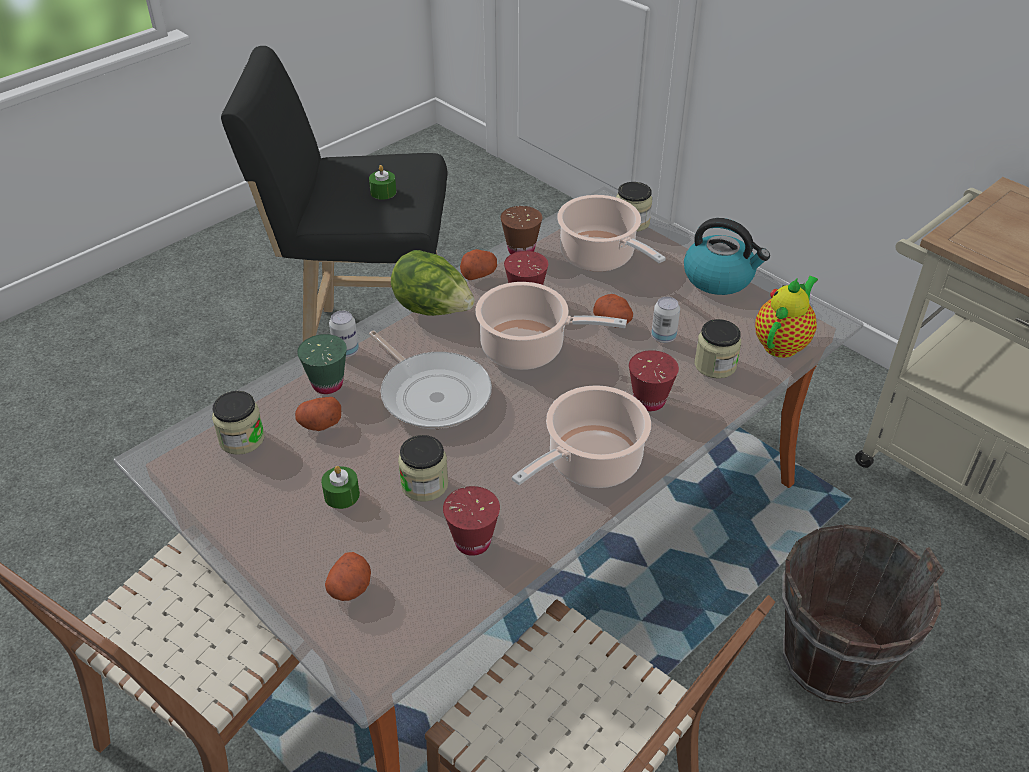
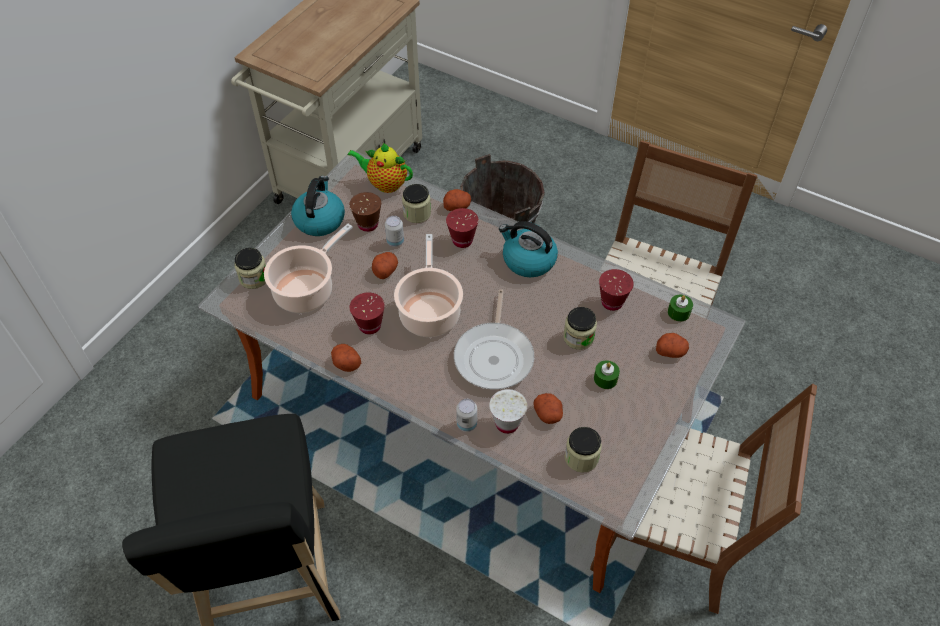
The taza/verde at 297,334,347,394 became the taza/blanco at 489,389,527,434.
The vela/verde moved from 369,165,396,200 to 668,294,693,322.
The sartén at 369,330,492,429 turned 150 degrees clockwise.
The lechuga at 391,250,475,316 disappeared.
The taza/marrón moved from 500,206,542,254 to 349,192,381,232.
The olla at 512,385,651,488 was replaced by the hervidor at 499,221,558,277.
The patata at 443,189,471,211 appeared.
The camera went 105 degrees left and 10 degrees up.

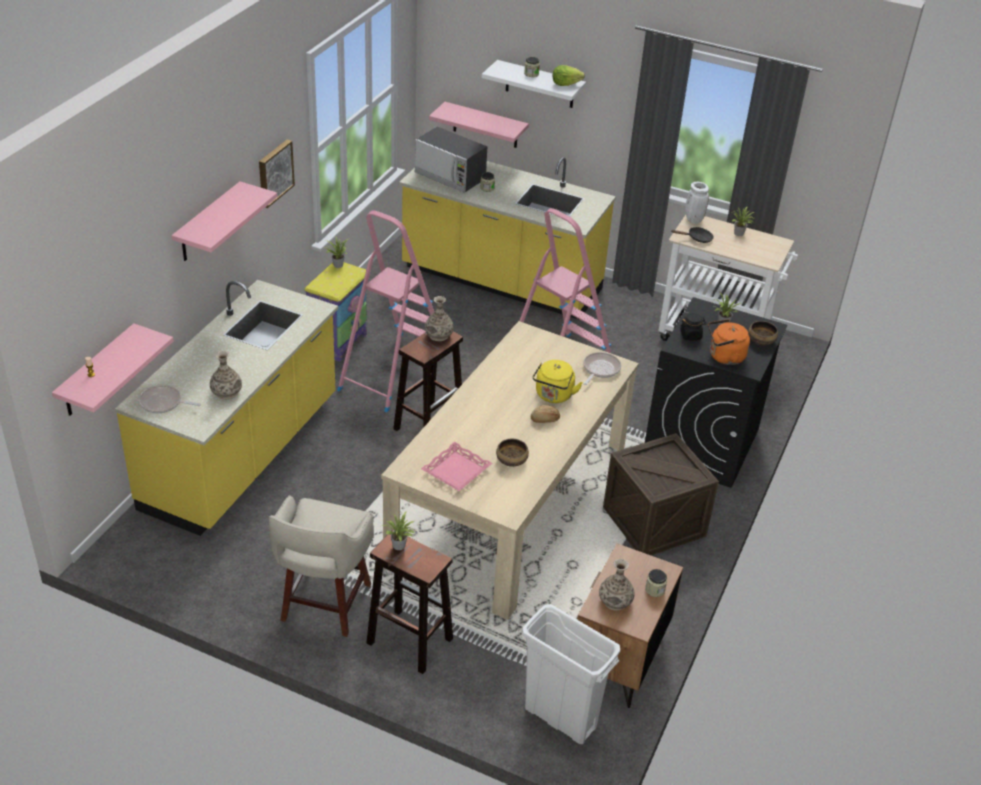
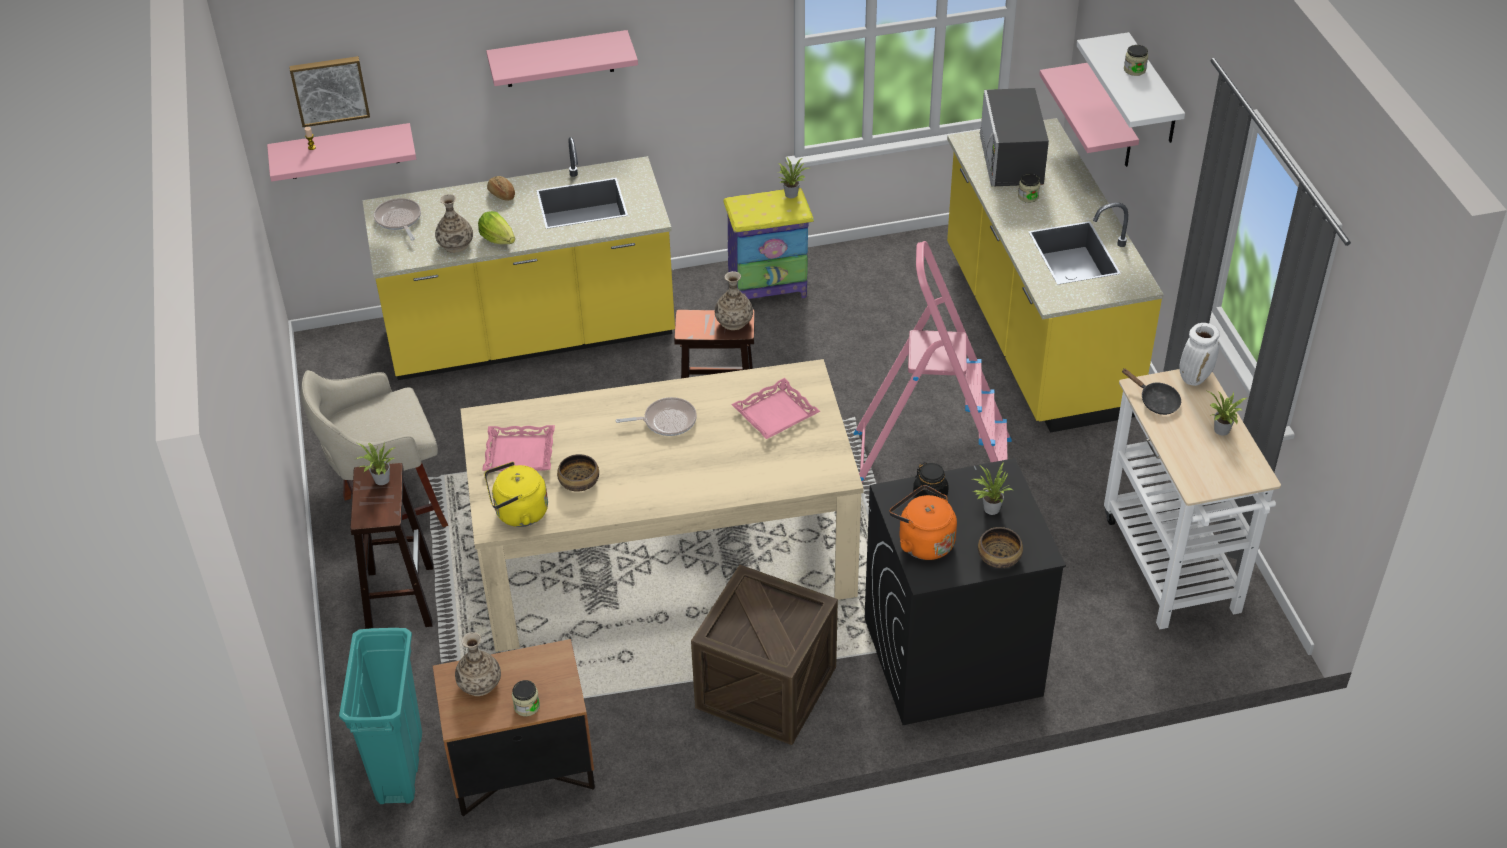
The cuadro moved from 259,139,295,208 to 289,56,370,127.
The escalera de tijera/rosa at 337,211,447,412 disappeared.
The papelera/blanco at 522,604,620,744 became the papelera/turquesa at 339,628,422,804.
The pan moved from 531,405,560,423 to 487,176,515,201.
The hervidor/amarillo moved from 533,360,583,403 to 484,462,548,527.
The lechuga moved from 553,65,585,86 to 478,211,515,244.
The sartén moved from 583,352,621,385 to 616,397,697,436.
The bandeja/rosa at 731,378,820,439 appeared.
The camera went 55 degrees right and 5 degrees up.

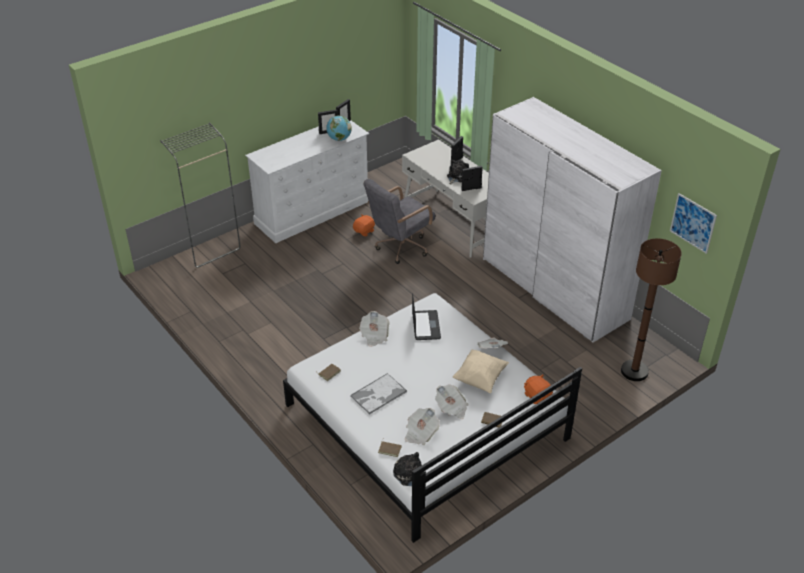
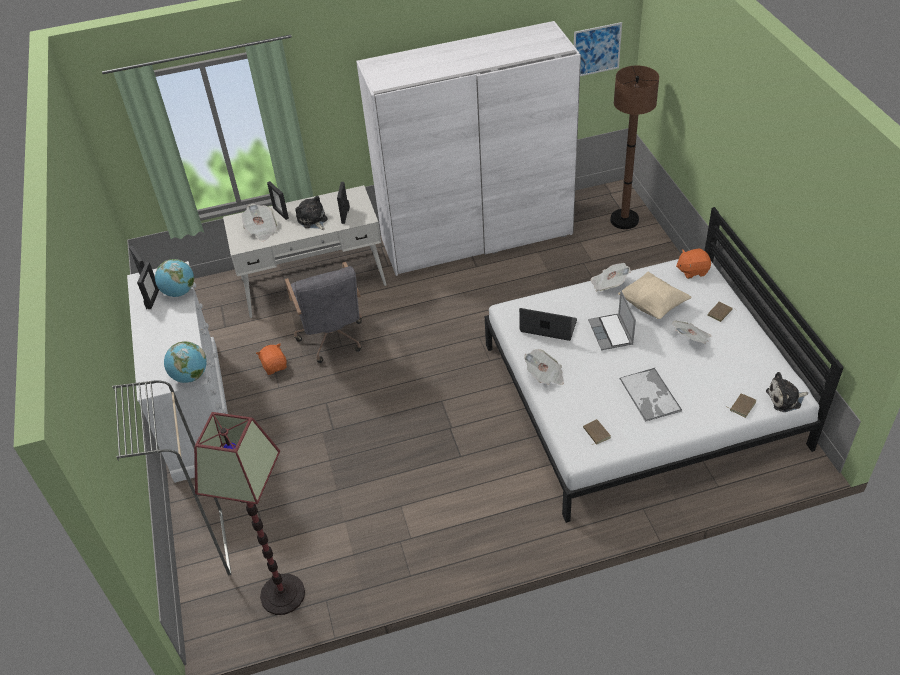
The periódico moved from 405,408,440,445 to 241,204,278,241.
The globo terráqueo at 164,341,207,383 appeared.
The lámpara de pie at 194,412,305,615 appeared.
The portátil at 588,290,636,350 appeared.
The camera went 65 degrees left and 5 degrees up.

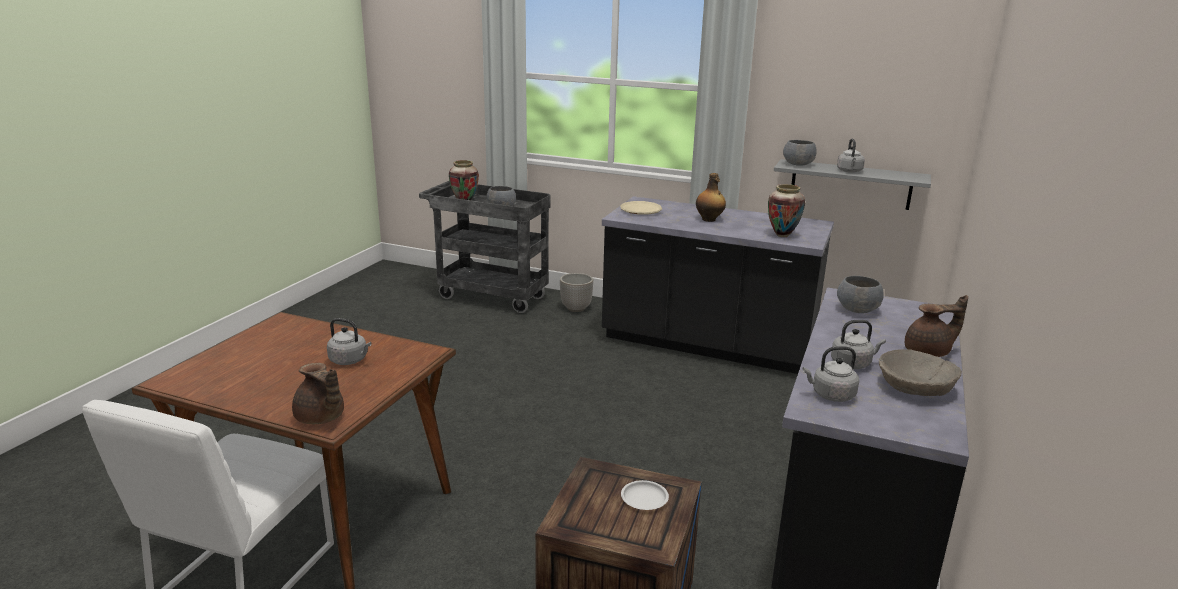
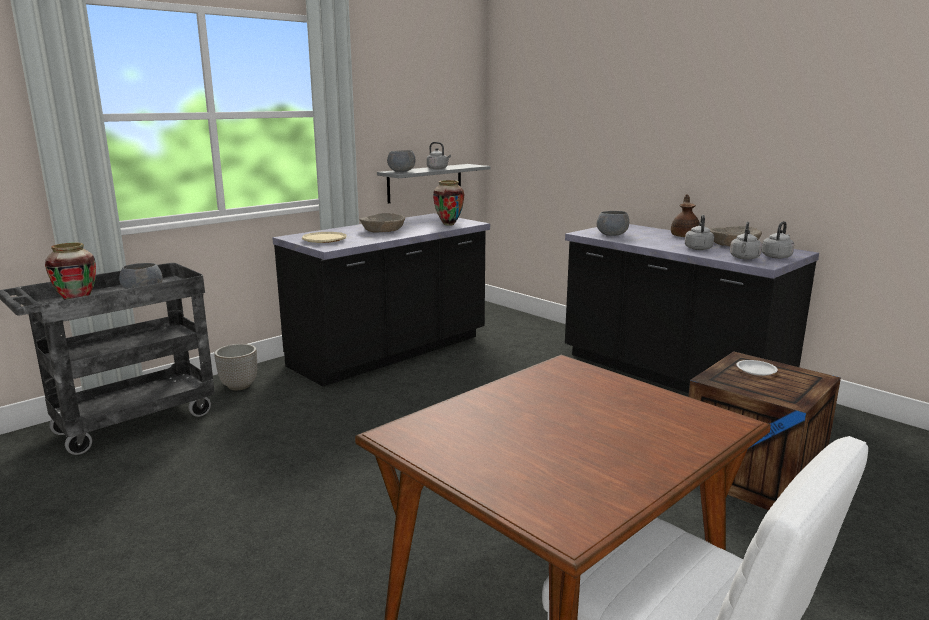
The tetera/marrón at 292,363,344,424 disappeared.
The hervidor/gris moved from 327,318,372,365 to 762,221,794,259.
The botella at 696,173,726,222 was replaced by the cuenco/beis at 359,213,405,233.
The camera went 65 degrees left and 5 degrees down.

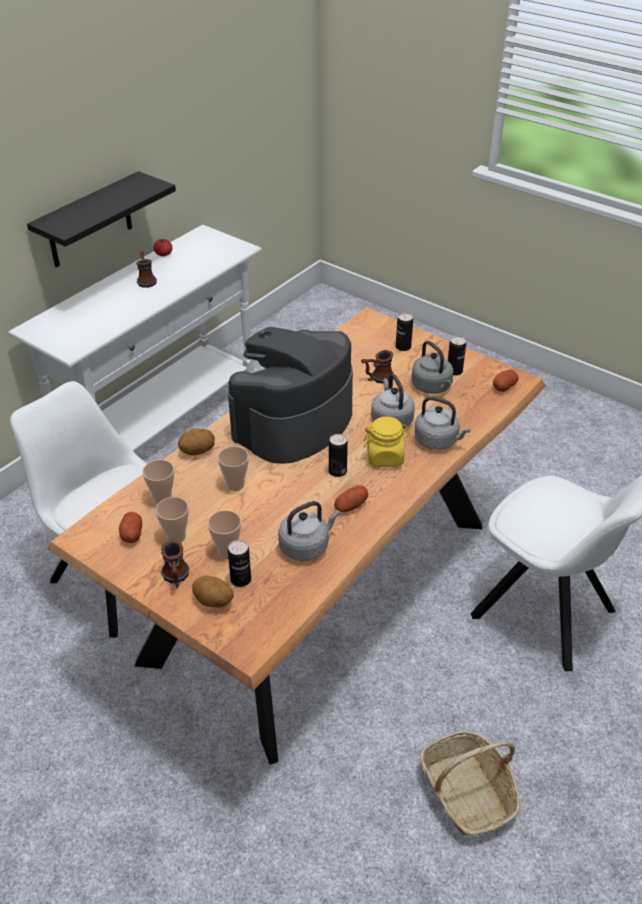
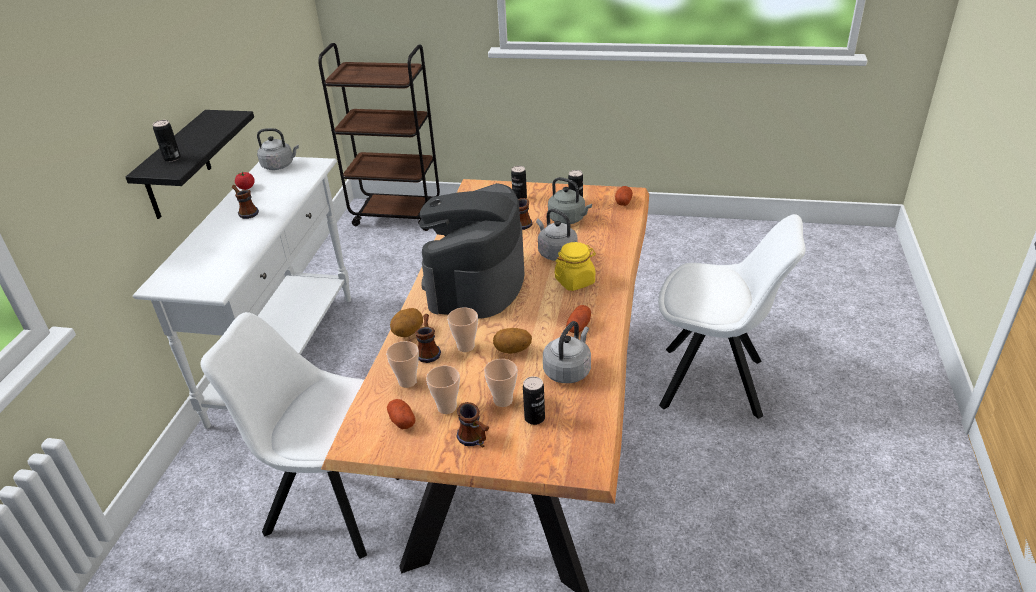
The patata moved from 192,575,234,608 to 493,328,532,354.
The lata moved from 329,434,348,477 to 152,120,181,162.
The hervidor/gris moved from 414,397,471,450 to 257,128,299,170.
The cesta at 420,730,521,836 disappeared.
The carrito/marrón at 318,43,440,231 appeared.
The taza grande at 415,314,441,363 appeared.
The camera went 25 degrees left and 5 degrees down.

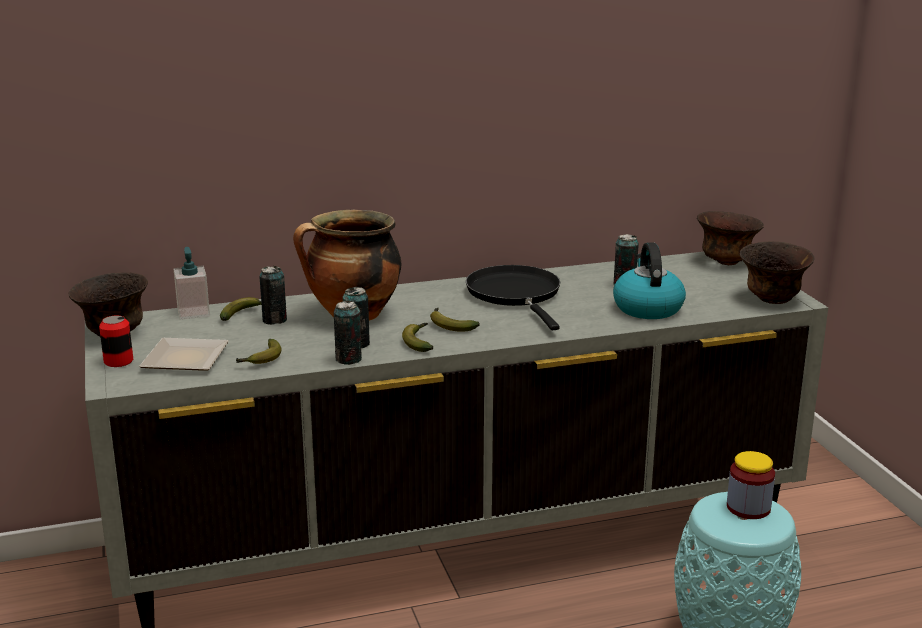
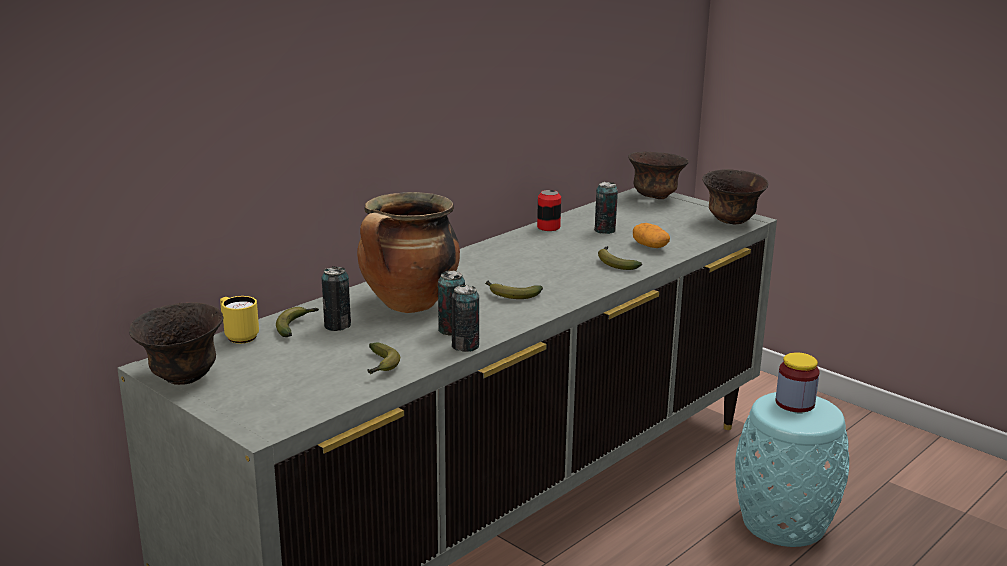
The lata moved from 99,315,133,367 to 537,190,561,231.
The plato at 139,338,229,371 disappeared.
The dispensador de jabón at 174,247,210,320 was replaced by the taza grande/amarillo at 220,296,259,344.
The plátano moved from 402,323,433,352 to 598,246,642,270.
The sartén/negro at 466,265,560,330 disappeared.
The hervidor at 613,242,686,319 was replaced by the patata at 633,223,670,248.
The camera went 30 degrees left and 0 degrees up.

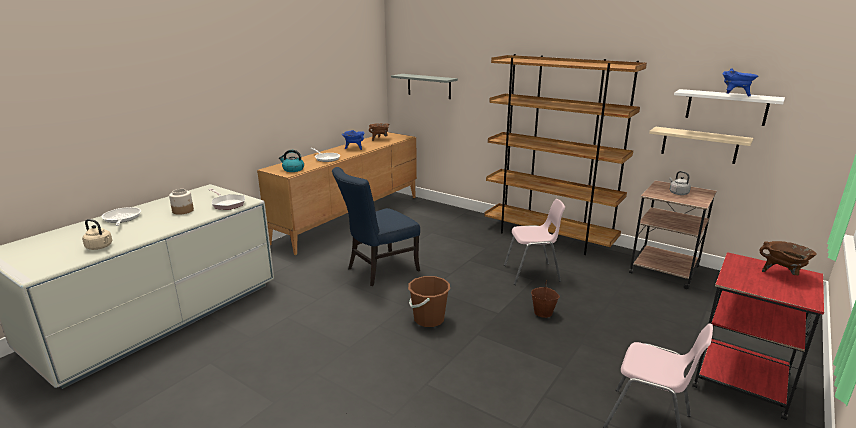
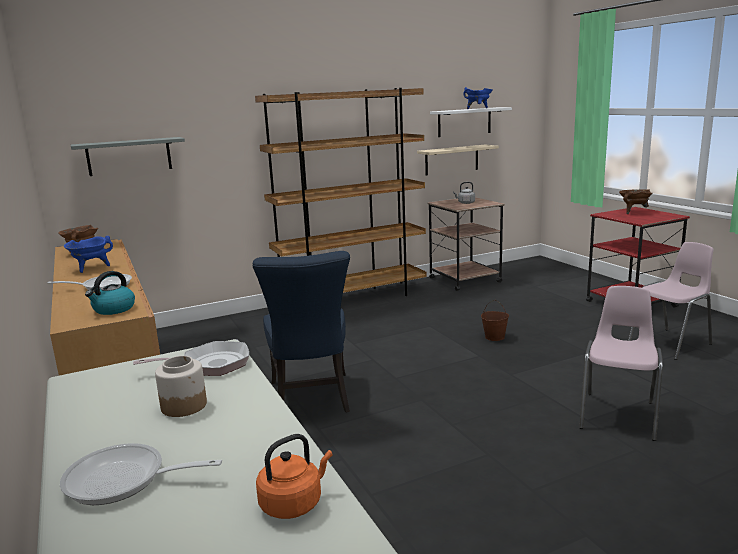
The hervidor/beis at 82,219,112,250 became the hervidor/naranja at 256,434,333,519.
The cubo/marrón at 408,276,450,327 disappeared.
The silla/rosa moved from 504,199,565,285 to 579,286,663,441.
The camera went 60 degrees left and 5 degrees down.

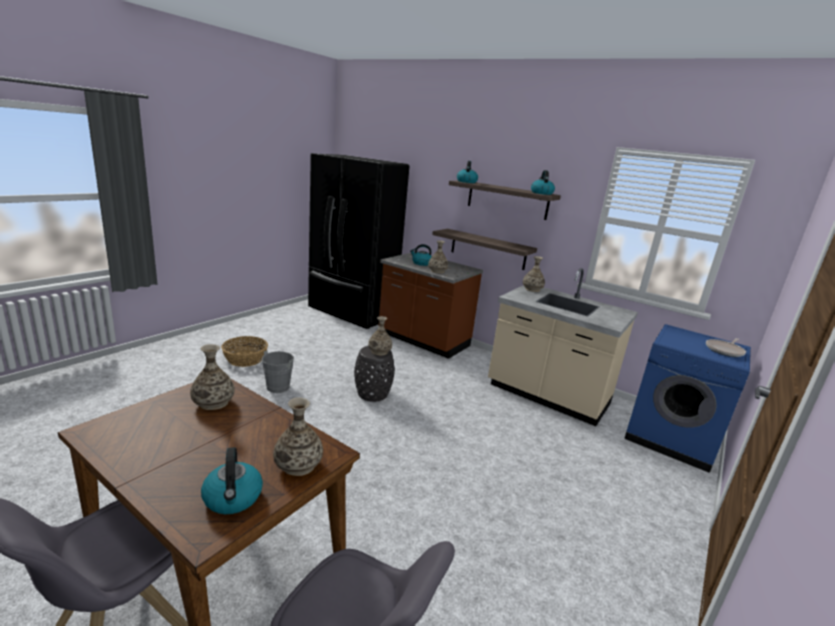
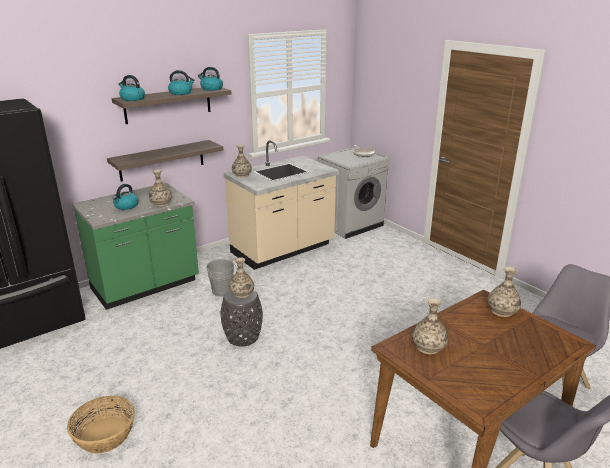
The hervidor moved from 201,447,263,514 to 168,70,195,95.
The cubo/gris moved from 256,350,294,393 to 206,258,237,297.
The mueble bajo de cocina/marrón at 379,253,483,359 became the mueble bajo de cocina/verde at 72,183,199,310.
The lavadora/azul at 625,324,751,472 became the lavadora/blanco at 318,147,390,239.
The camera went 70 degrees left and 5 degrees up.

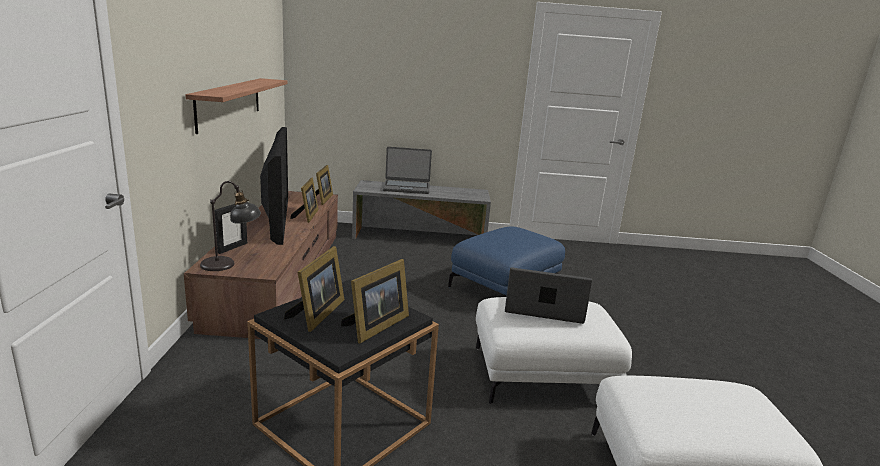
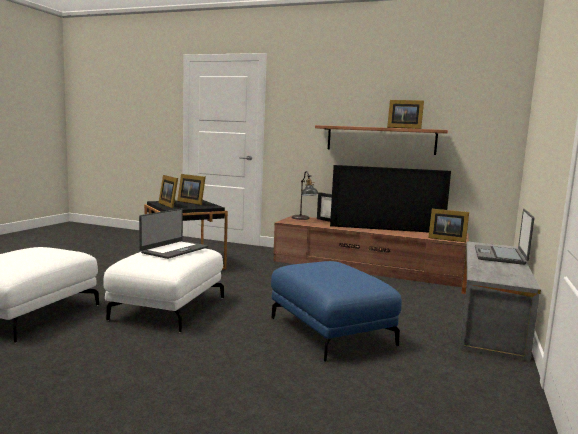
The portarretratos moved from 290,178,319,223 to 387,100,424,129.
The camera went 110 degrees right and 10 degrees down.

